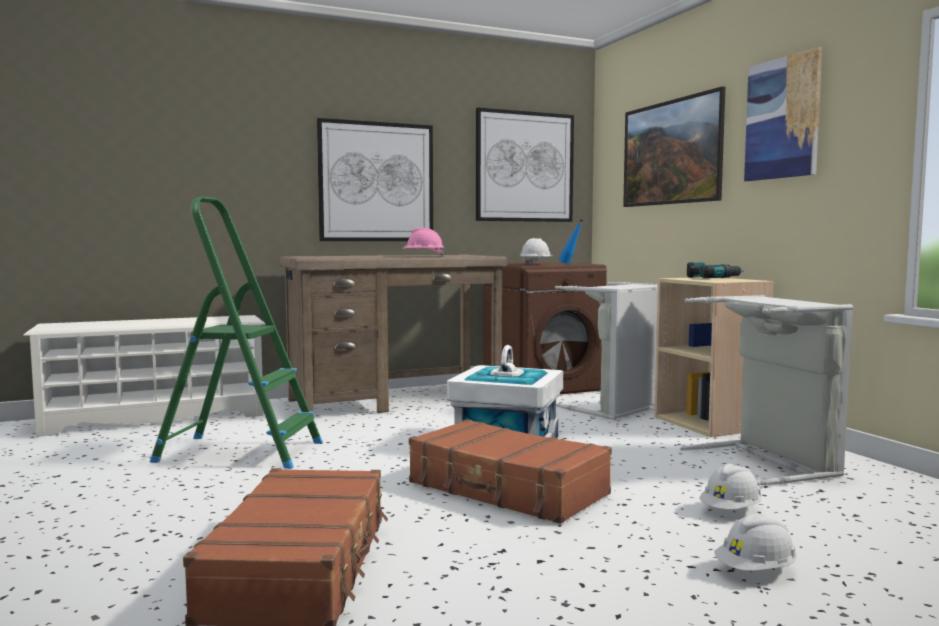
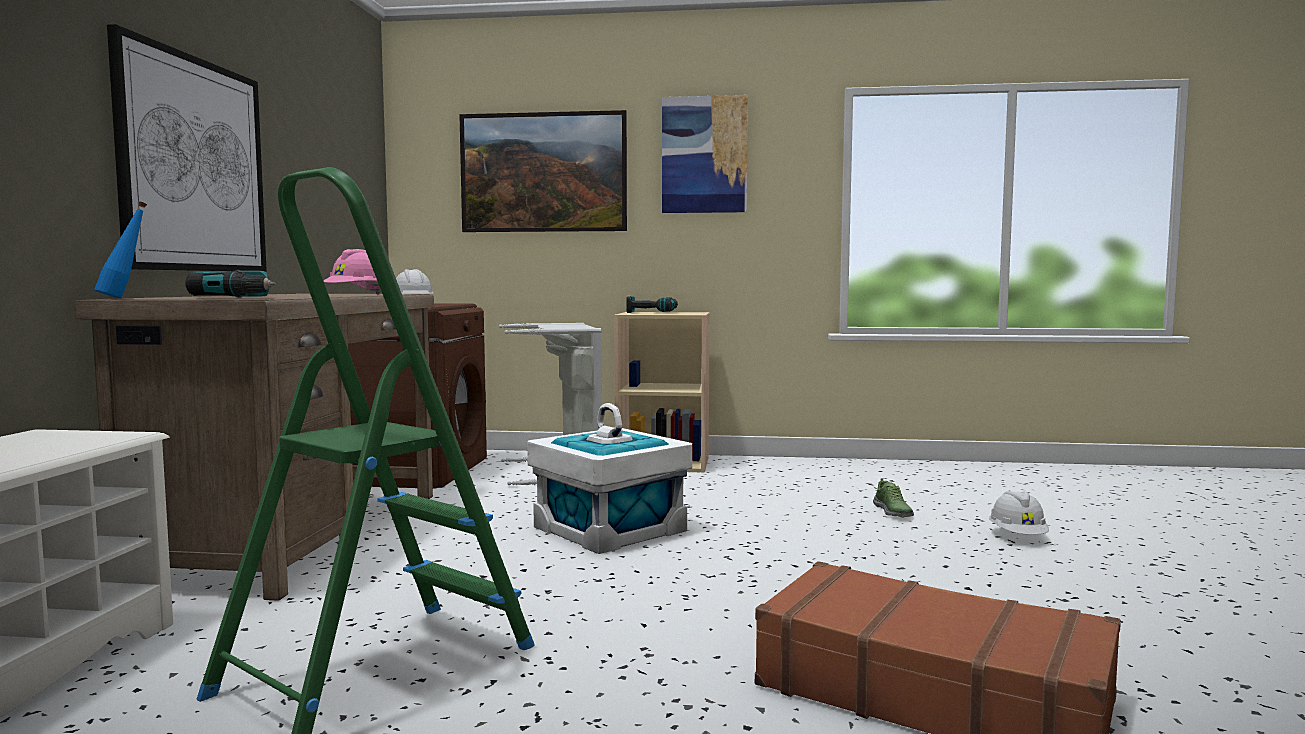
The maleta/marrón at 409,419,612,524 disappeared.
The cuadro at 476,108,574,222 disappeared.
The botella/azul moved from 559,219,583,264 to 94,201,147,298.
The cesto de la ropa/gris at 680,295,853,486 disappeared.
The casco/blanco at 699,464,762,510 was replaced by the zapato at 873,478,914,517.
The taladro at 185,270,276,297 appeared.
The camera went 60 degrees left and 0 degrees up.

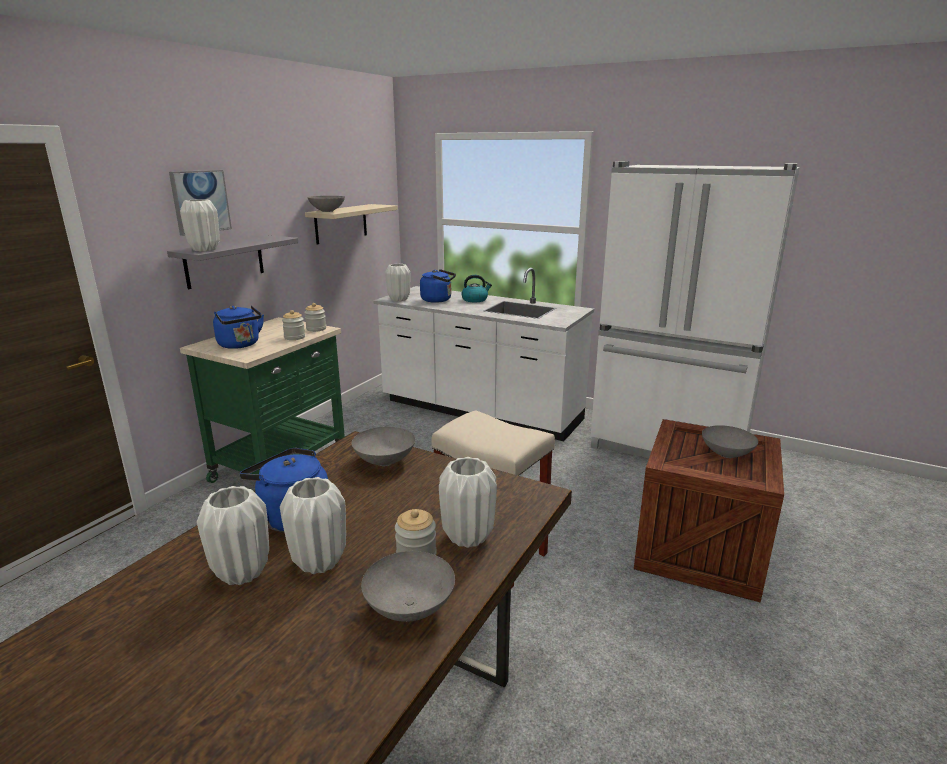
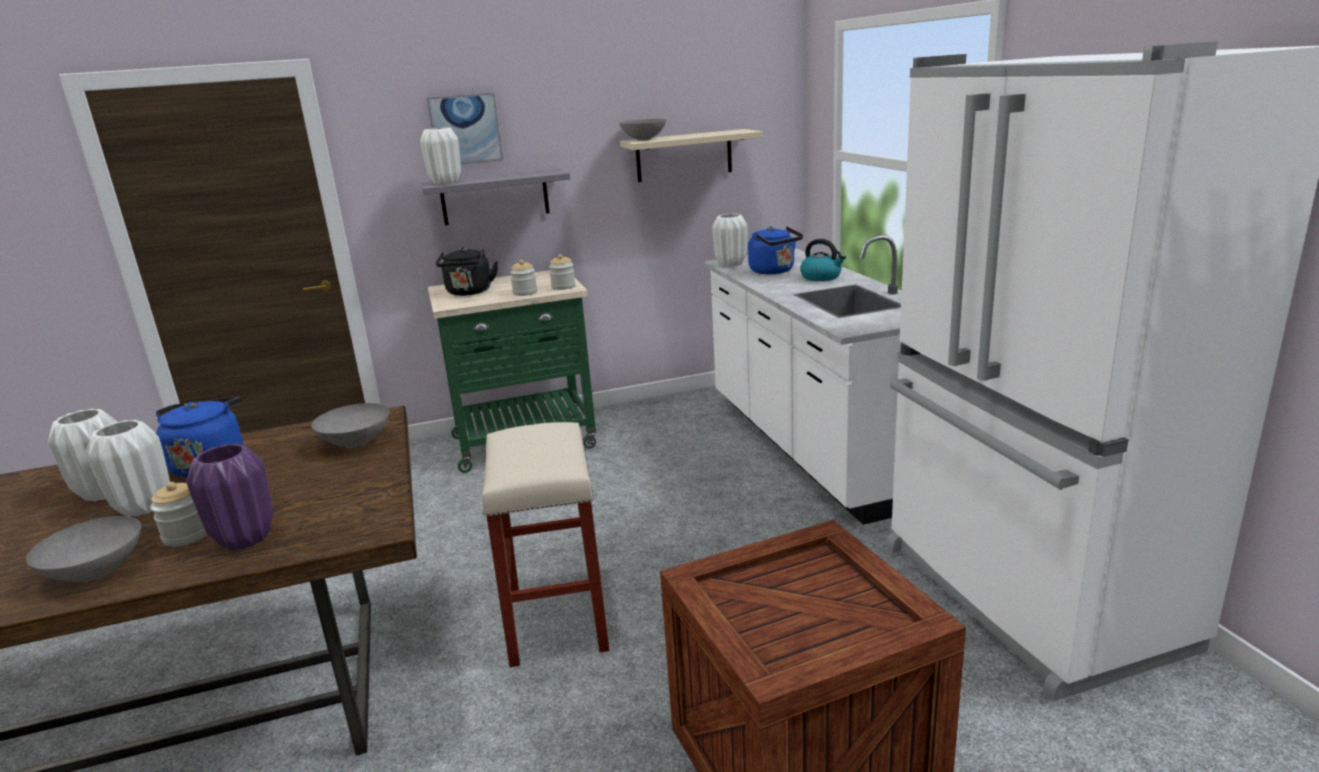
The hervidor/azul at 213,306,264,349 became the hervidor/negro at 435,247,498,296.
The florero/blanco at 439,457,497,548 became the florero/morado at 186,443,273,550.
The cuenco/gris at 702,425,758,458 disappeared.
The camera went 45 degrees right and 0 degrees up.

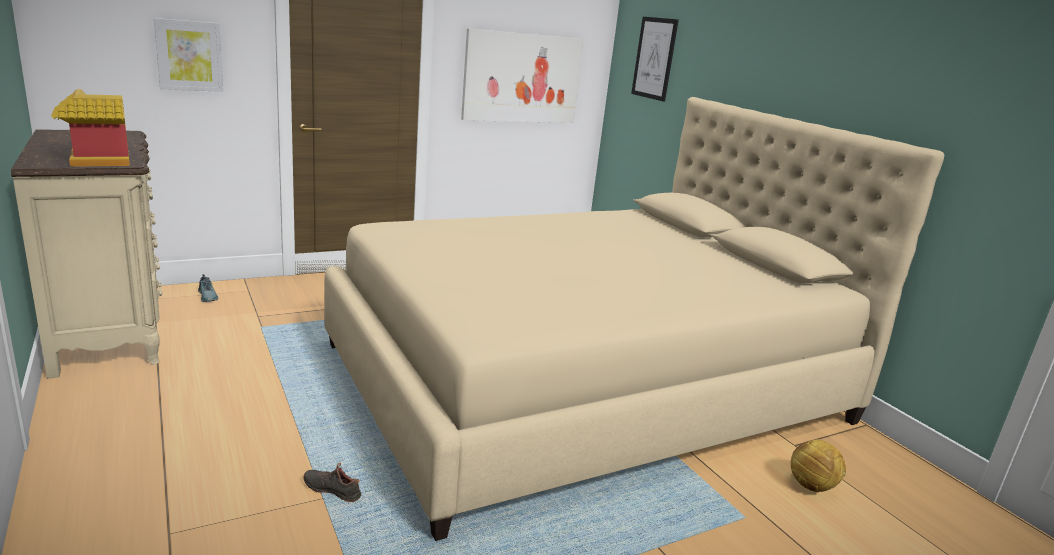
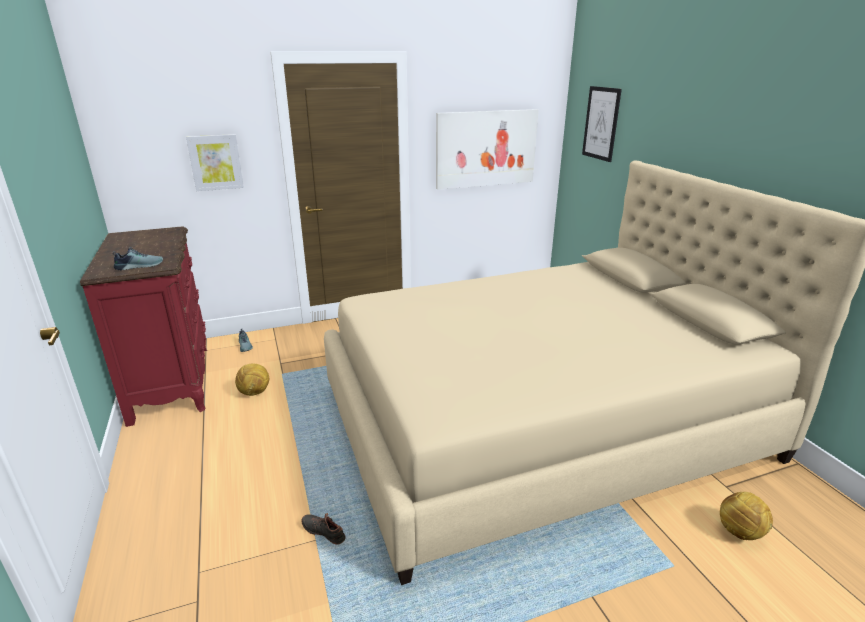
The cómoda/beis at 11,129,162,379 became the cómoda/rojo at 80,227,207,427.
The casita at 51,89,130,167 was replaced by the zapato at 113,247,163,270.
The balón de fútbol at 235,363,269,396 appeared.
The camera went 10 degrees right and 5 degrees up.

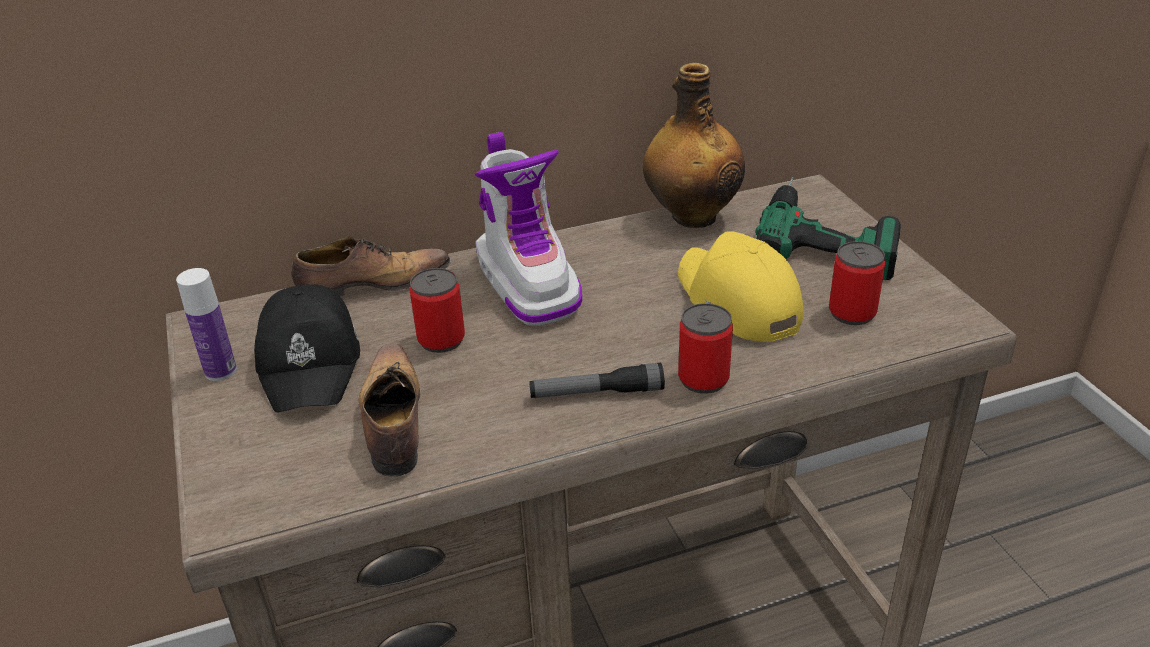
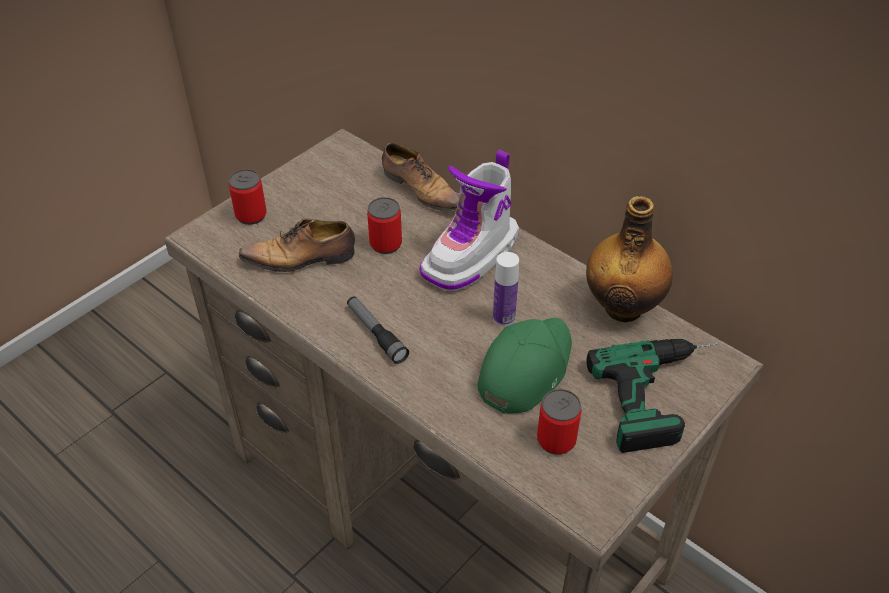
The botella moved from 176,268,237,381 to 493,252,519,326.
The gorra/negro at 254,284,360,413 disappeared.
The zapato at 358,344,420,476 turned 150 degrees counterclockwise.
The gorra/amarillo at 678,232,803,342 became the gorra/verde at 477,318,572,414.
The lata moved from 678,303,733,394 to 229,169,266,225.
The camera went 60 degrees right and 10 degrees up.

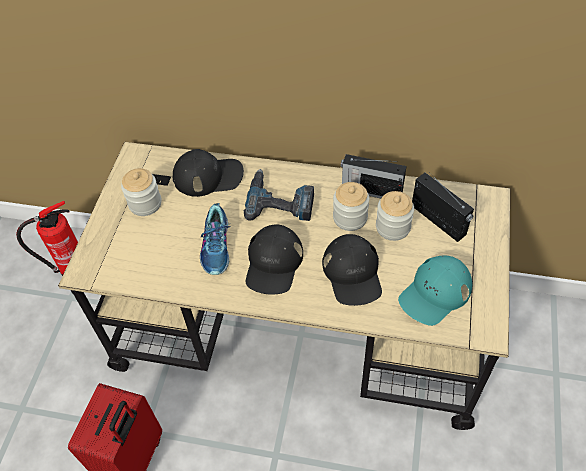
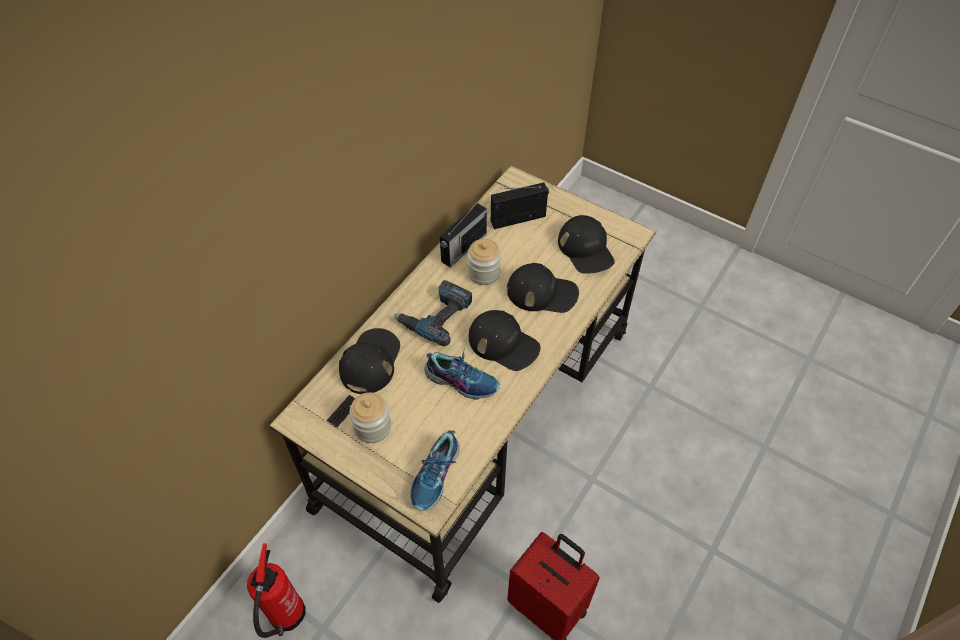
The tarro at 376,191,414,241 disappeared.
The gorra/turquesa at 398,255,472,326 became the gorra/negro at 558,215,615,274.
The zapato at 410,431,460,511 appeared.
The camera went 70 degrees left and 0 degrees up.

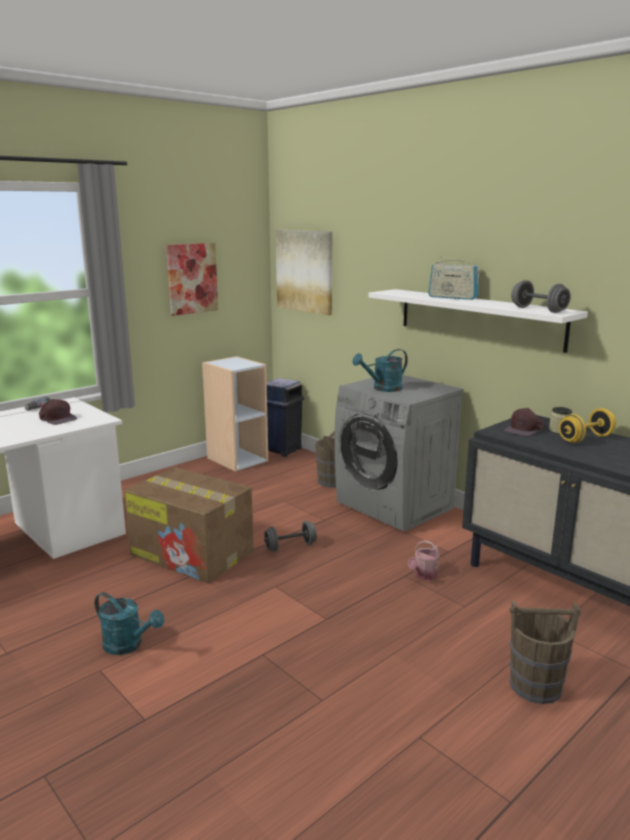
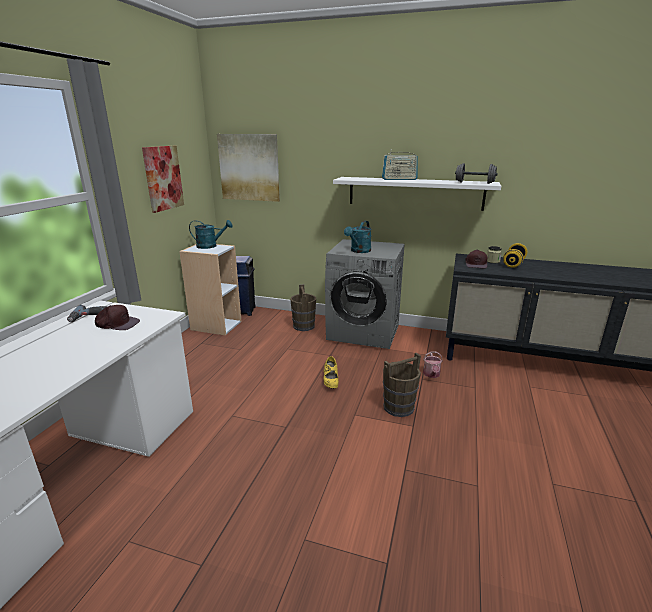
The regadera/turquesa moved from 95,592,164,655 to 189,220,233,249.
The caja de cartón at 124,467,254,583 disappeared.
The mancuerna/gris at 264,521,317,552 was replaced by the zapato/amarillo at 323,356,339,389.
The cubo/marrón moved from 509,601,581,704 to 383,353,421,417.
The camera went 30 degrees left and 5 degrees up.

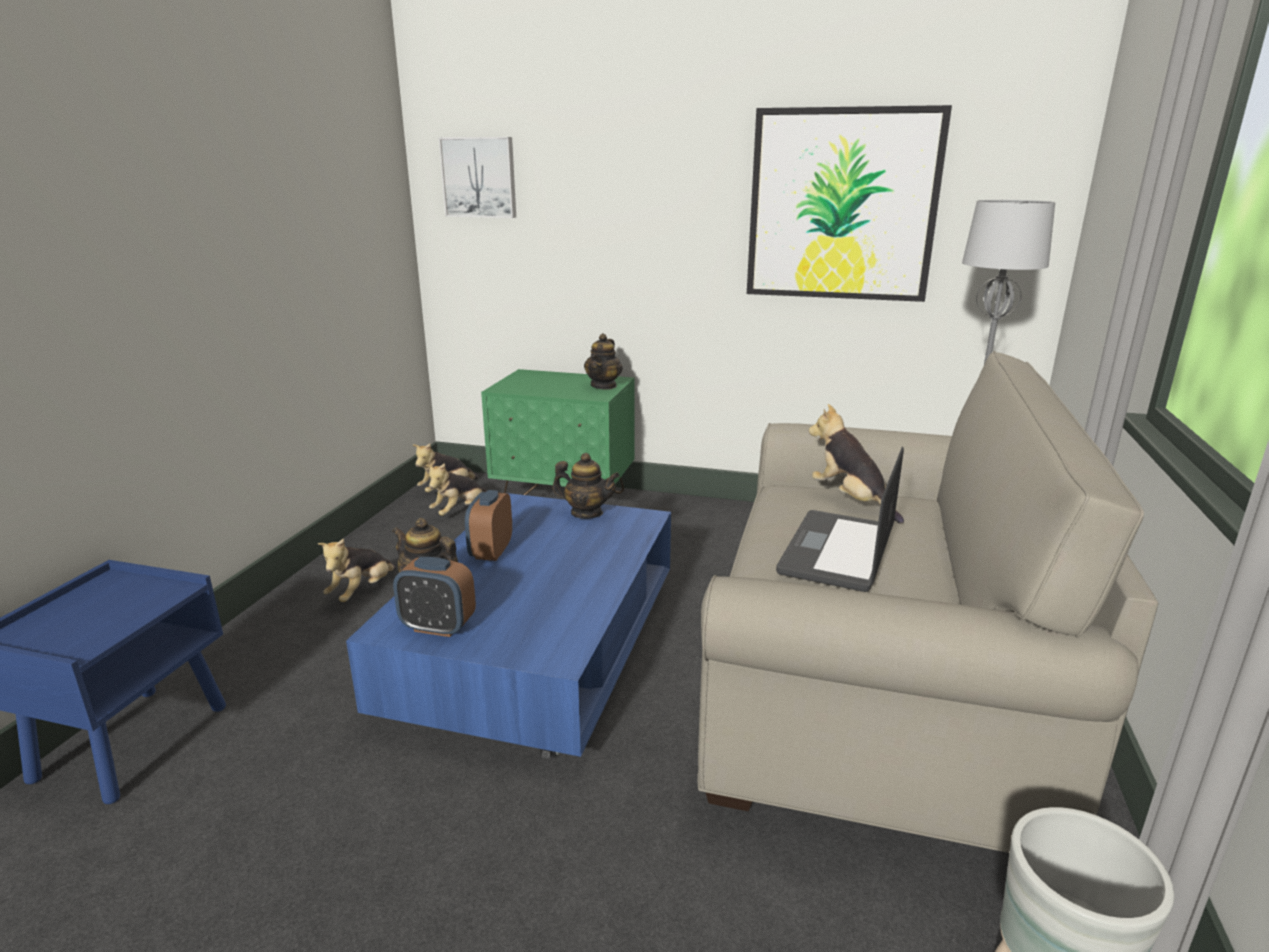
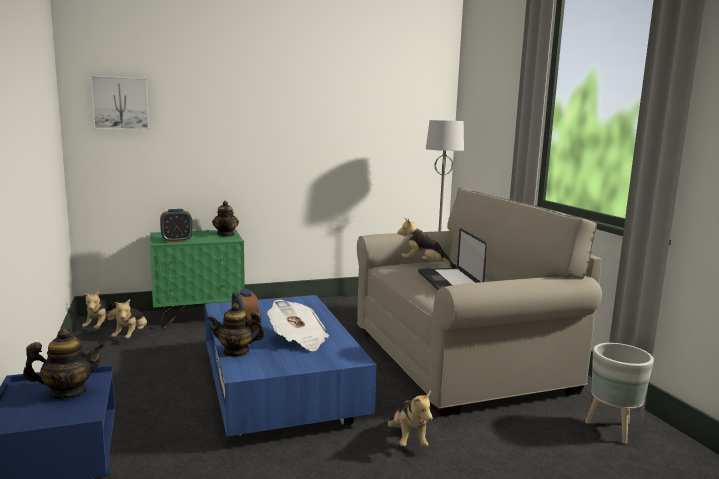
The peluche moved from 318,538,396,602 to 388,390,433,447.
The despertador moved from 393,557,476,637 to 160,209,193,242.
The tetera moved from 552,453,620,519 to 23,329,105,400.
The cuadro at 747,105,952,302 disappeared.
The periódico at 267,300,329,351 appeared.
The camera went 35 degrees left and 10 degrees down.

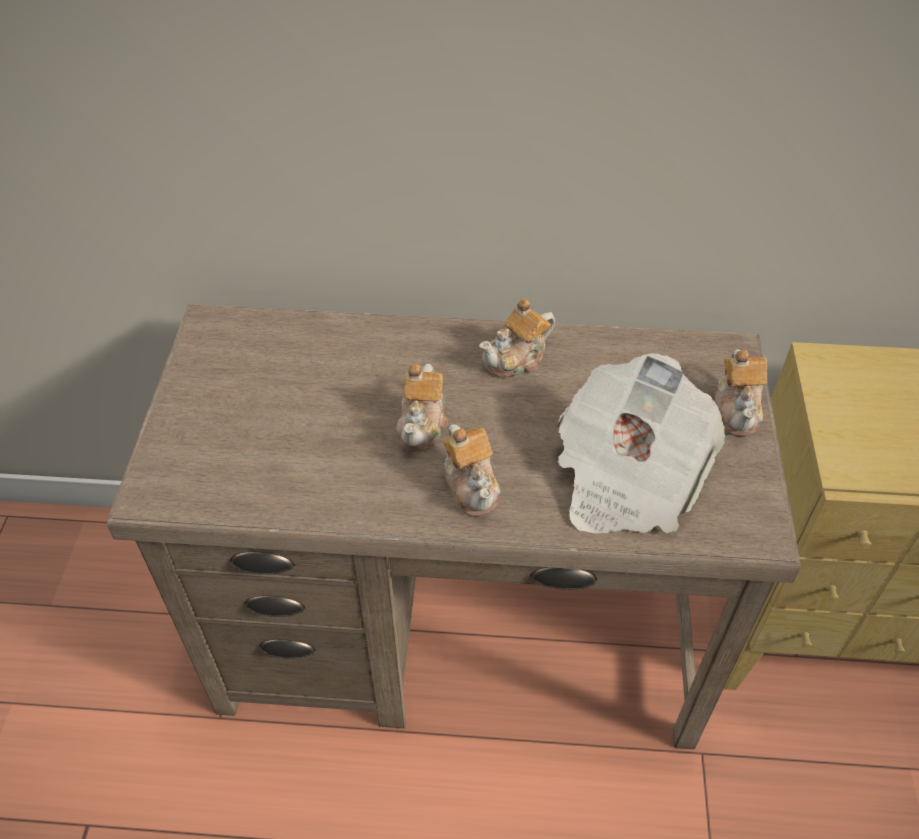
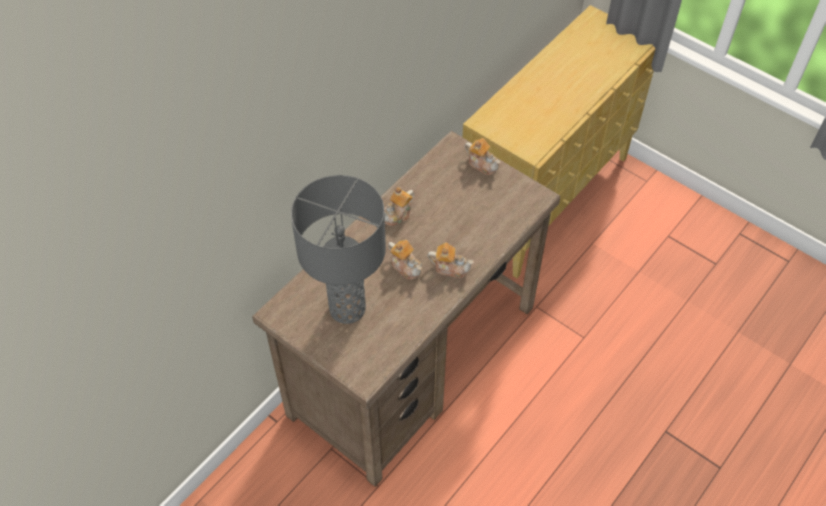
The tetera at 479,299,555,378 turned 45 degrees clockwise.
The periódico at 557,353,725,533 disappeared.
The lámpara de mesa/gris at 291,175,386,324 appeared.
The camera went 55 degrees left and 5 degrees up.

